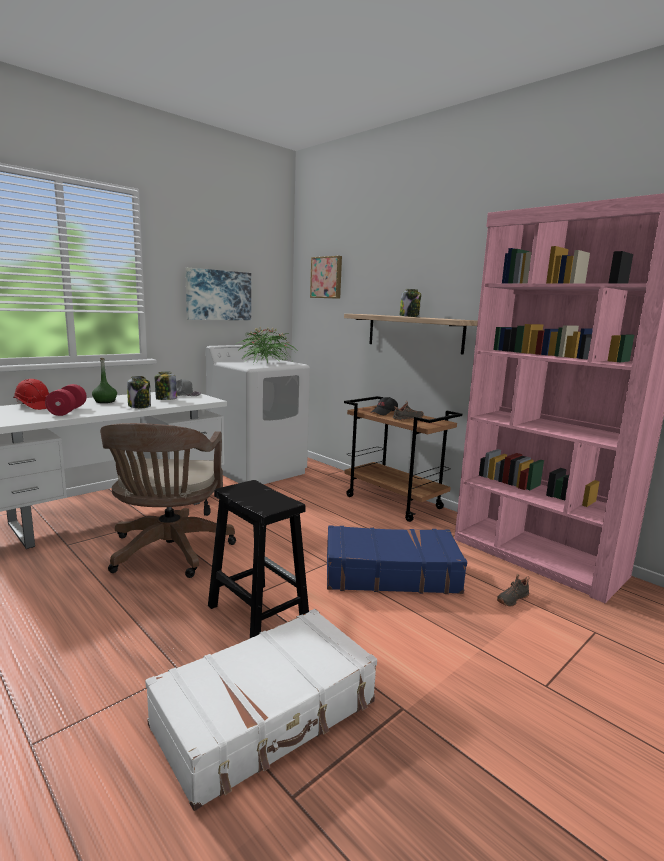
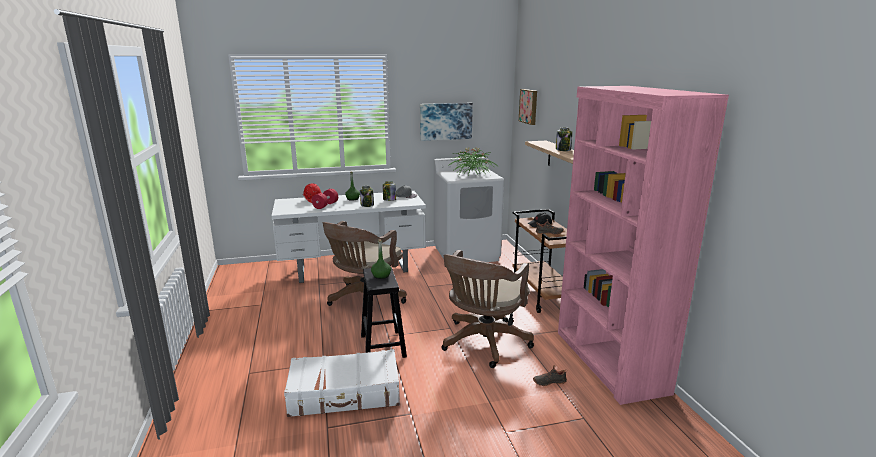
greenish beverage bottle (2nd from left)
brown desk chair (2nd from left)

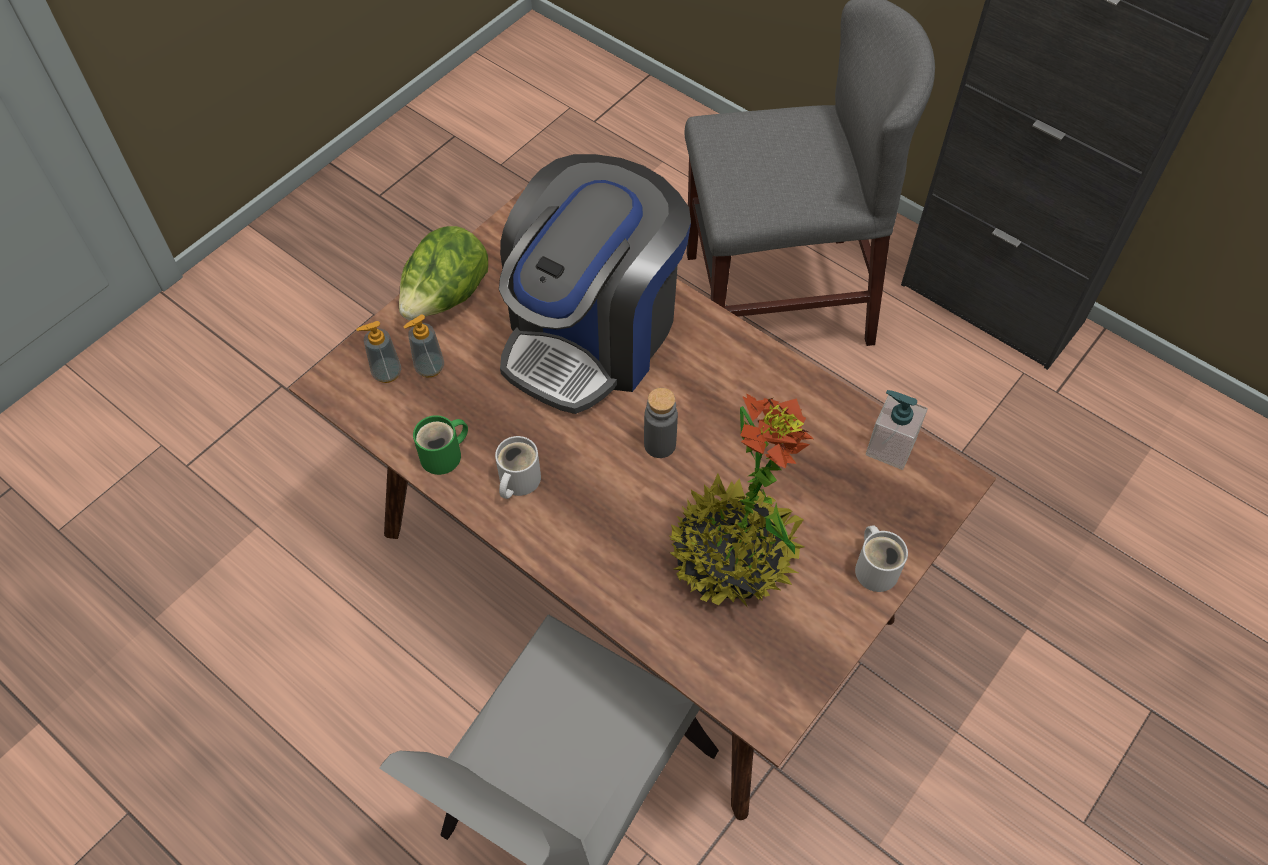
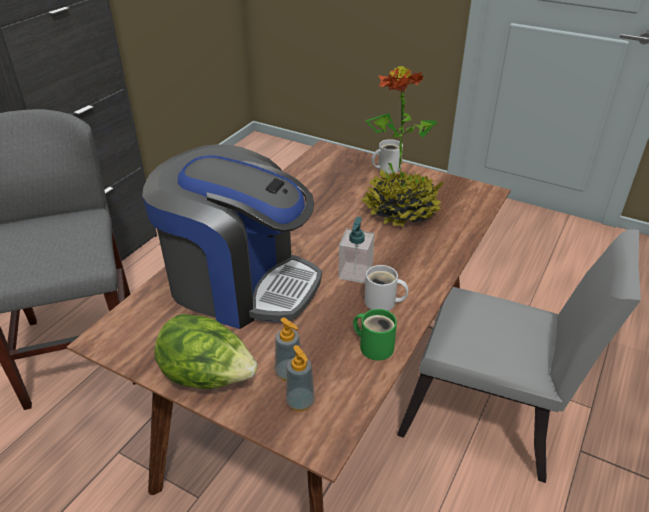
grey beverage bottle
soap dispenser (3rd from left)

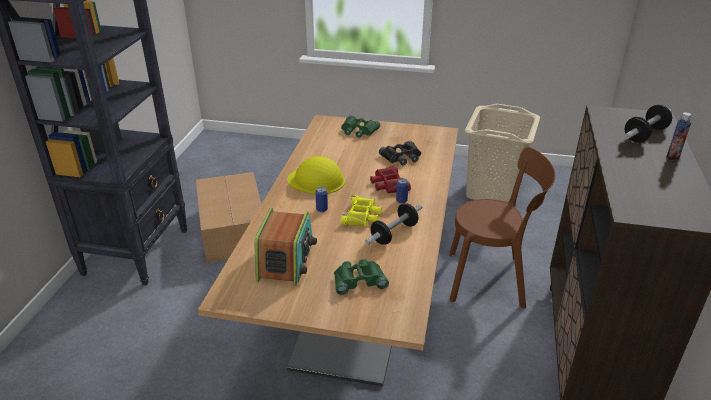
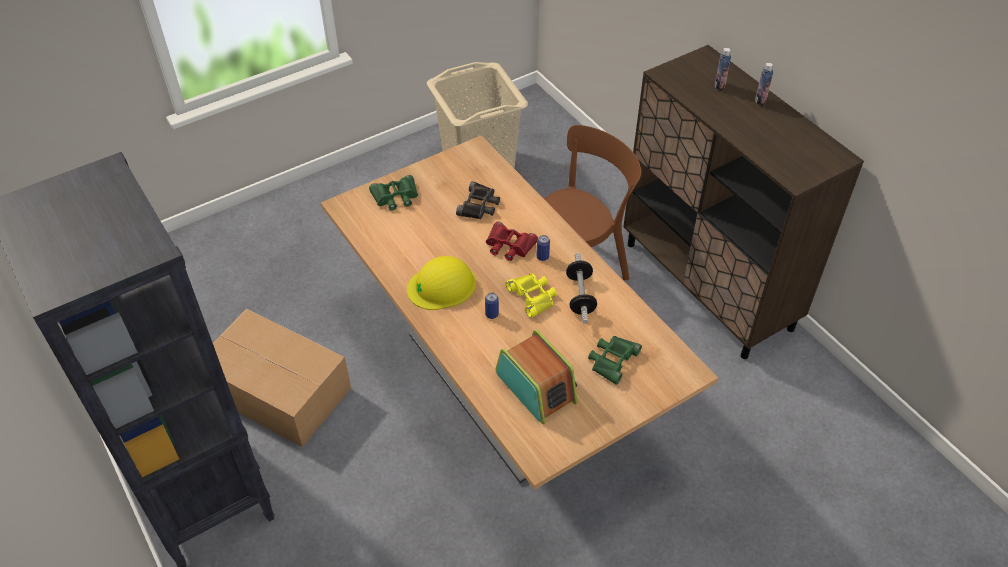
beverage bottle (1st from left)

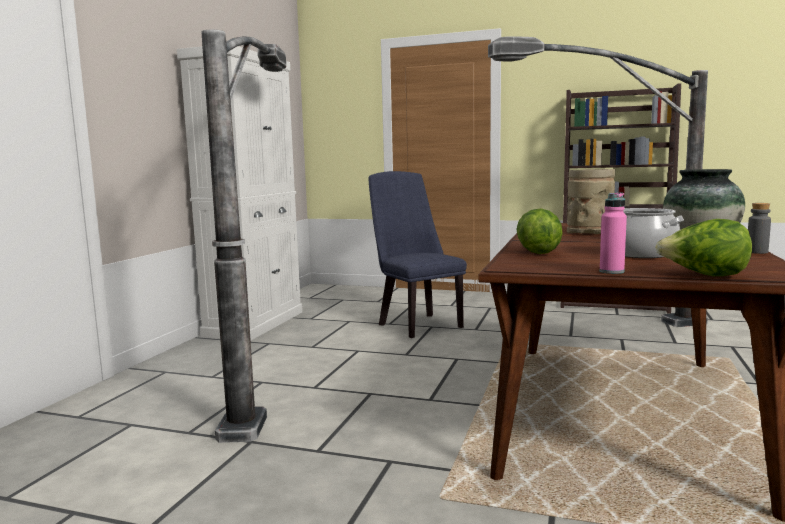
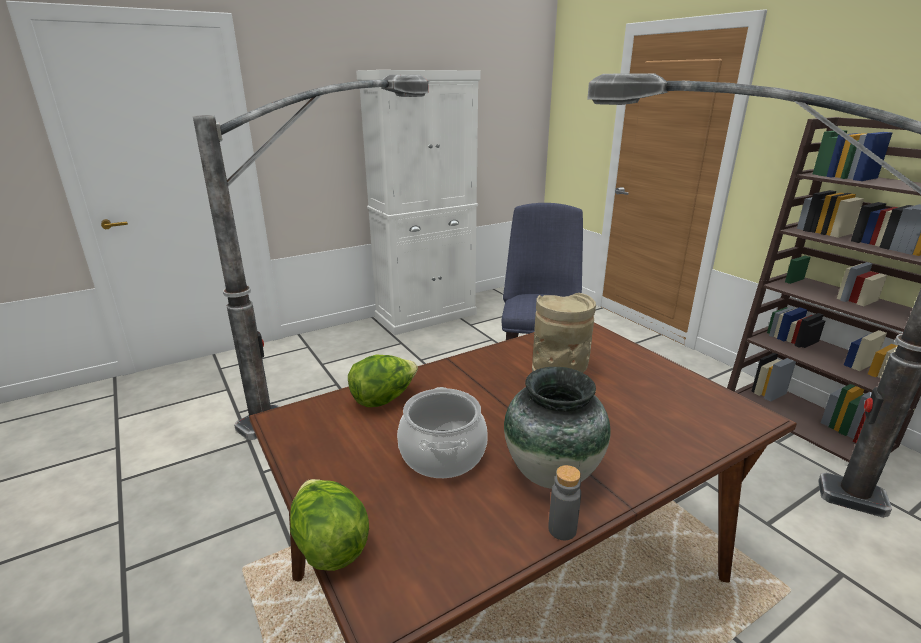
pinkish beverage bottle

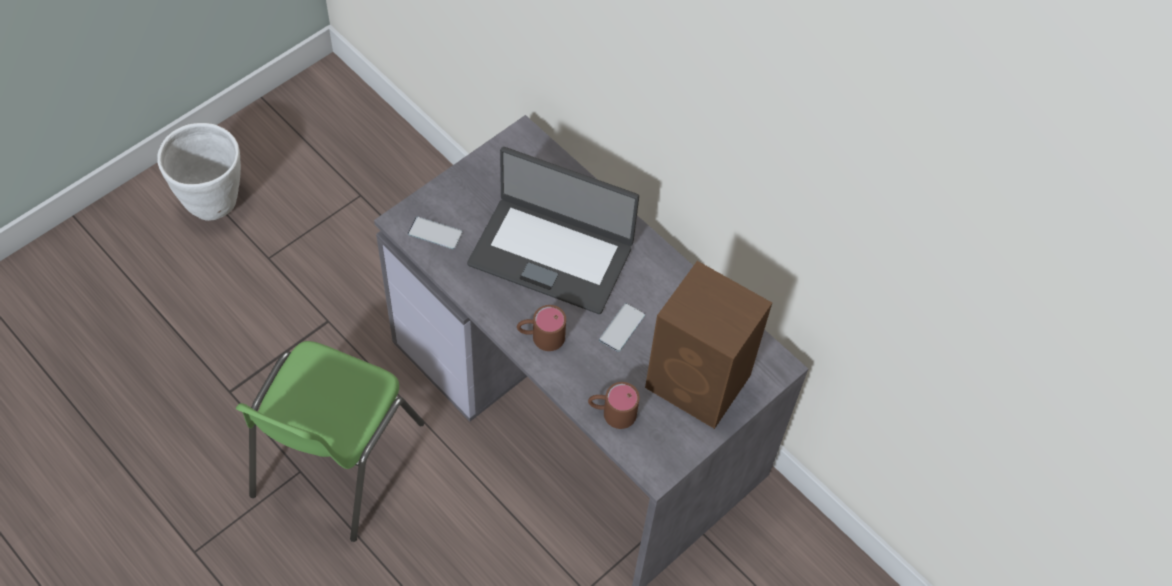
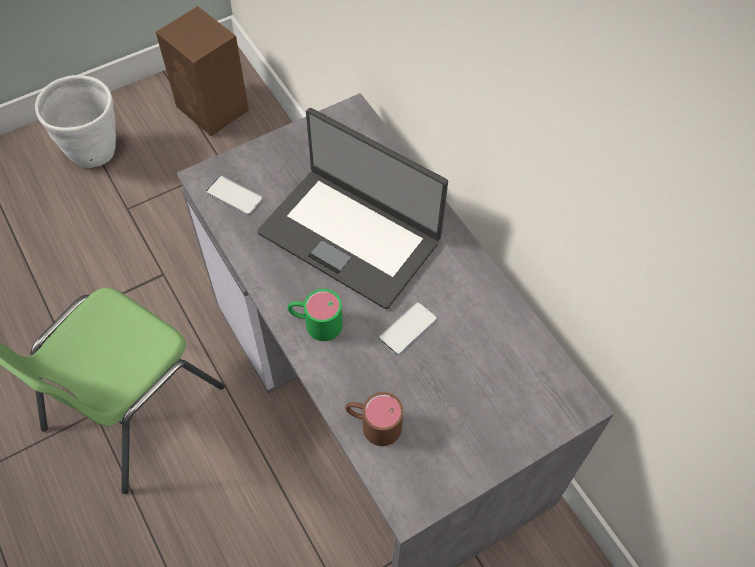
brown speaker
greenish mug

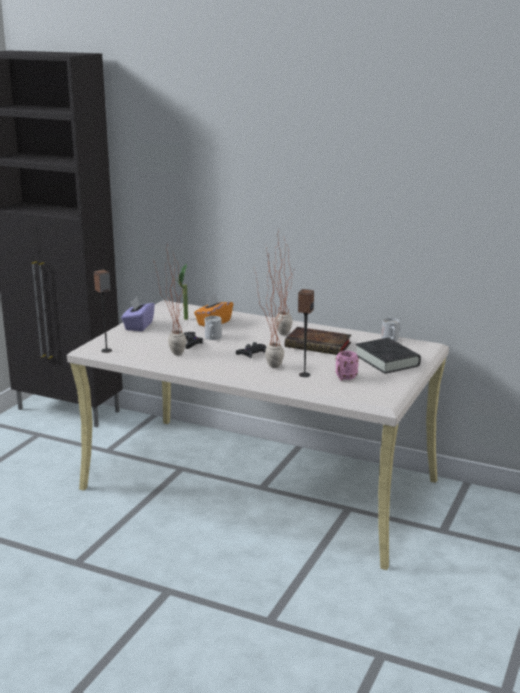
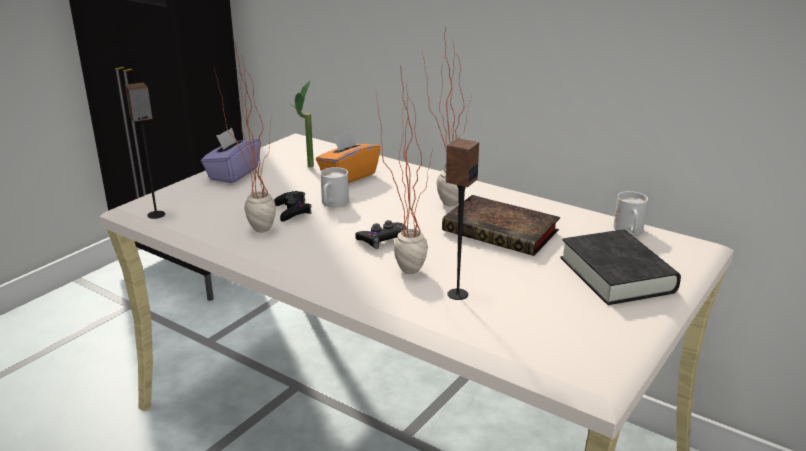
pinkish mug

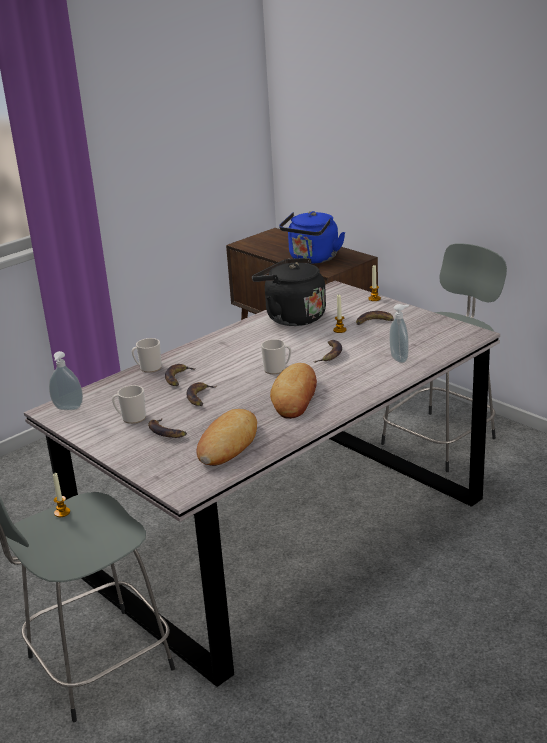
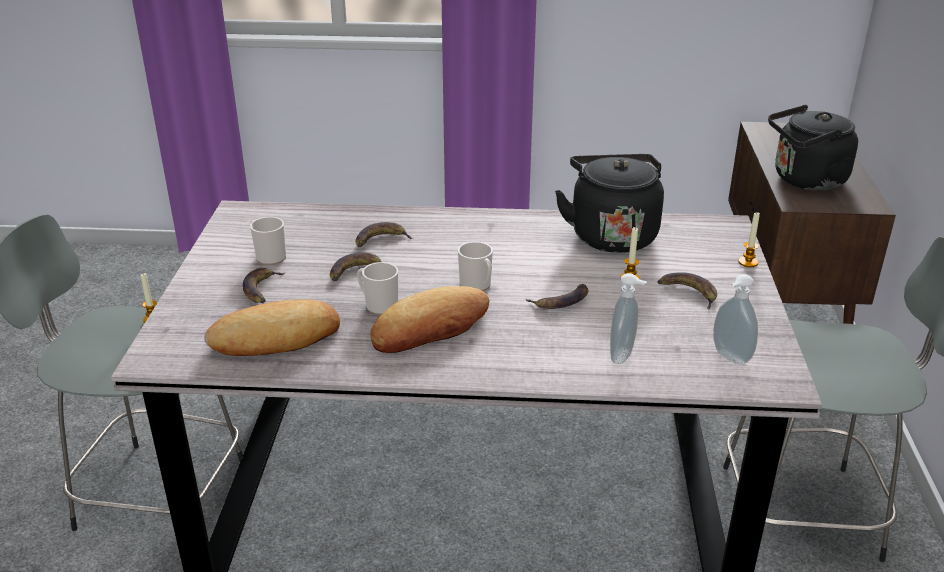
soap dispenser (2nd from left)
mug (2nd from left)
blackish kettle (2nd from left)

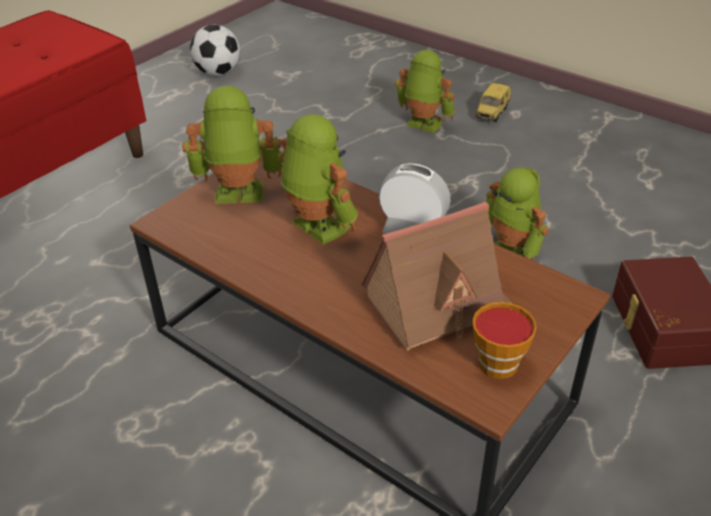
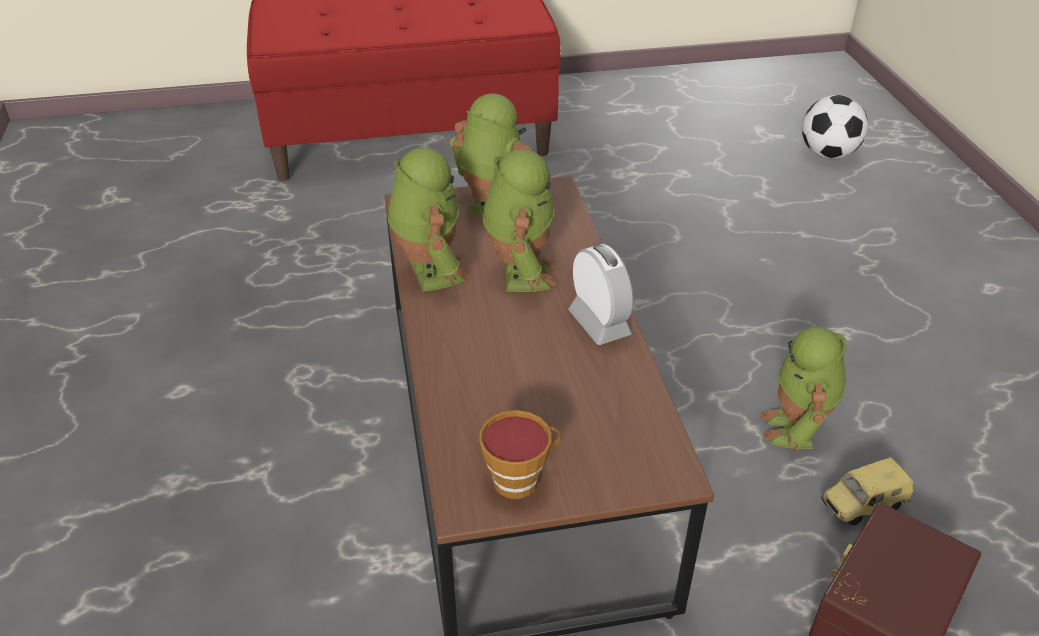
model house
ball for football
robot figure (1st from left)
toy car

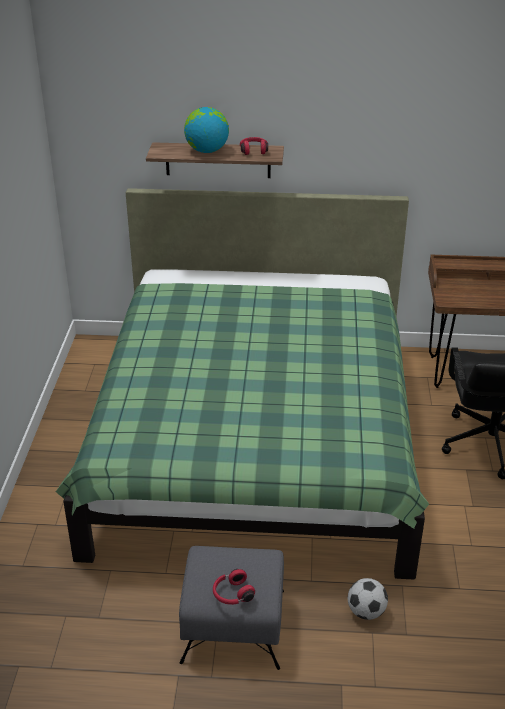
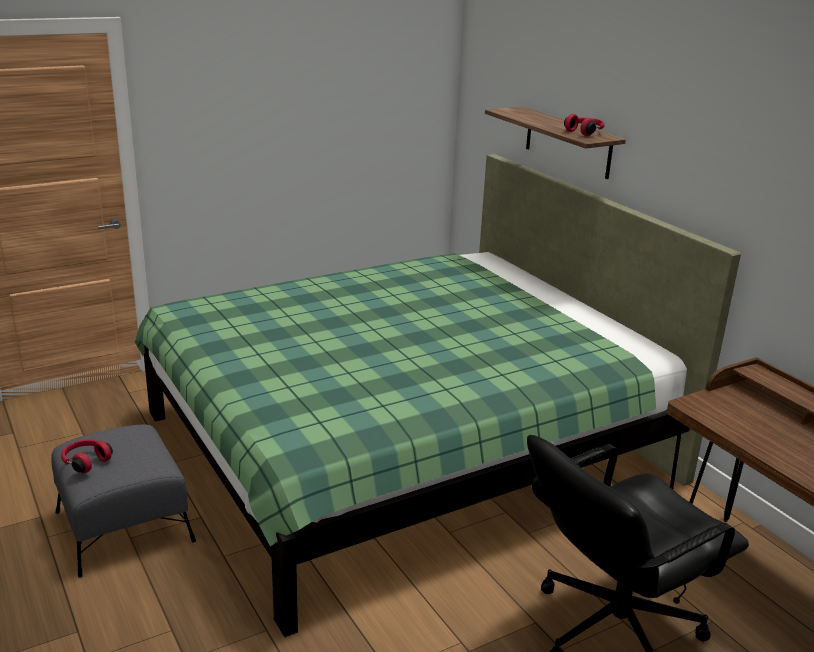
world globe
ball for football

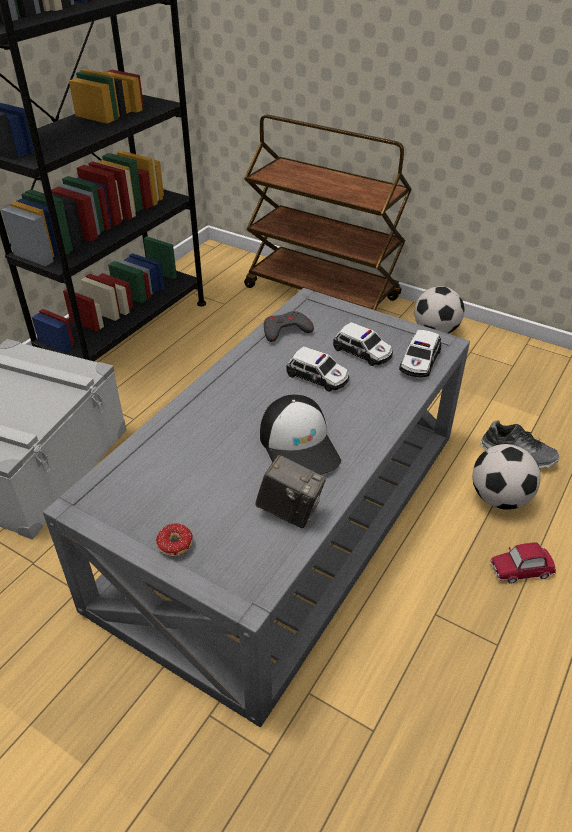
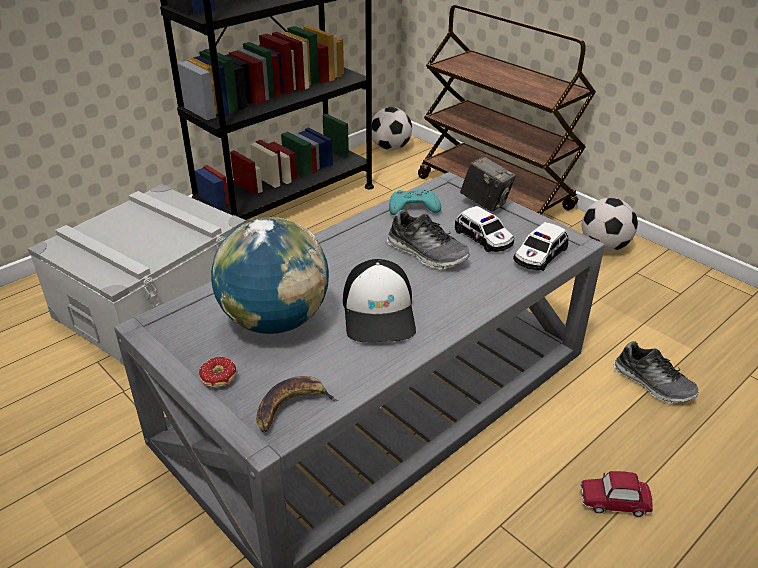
world globe
banana
still camera
ball for football (1st from left)
item of footwear (1st from left)
turquoise joypad

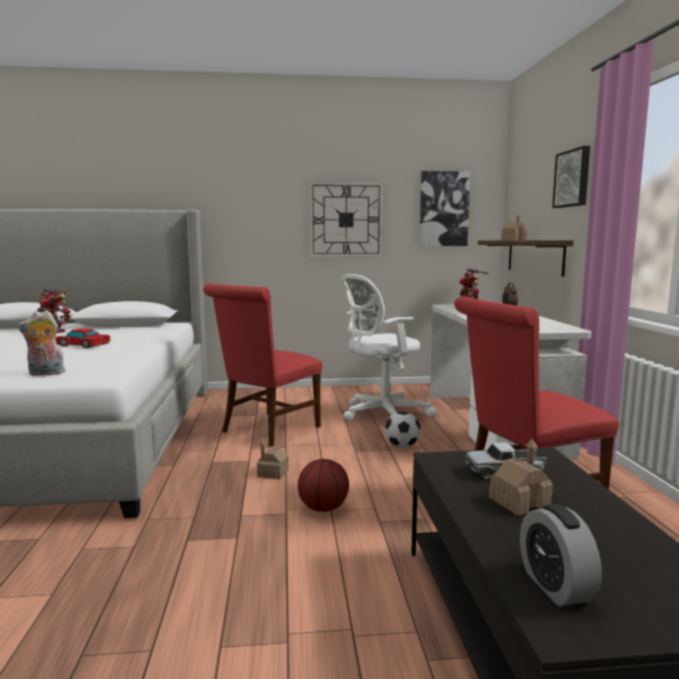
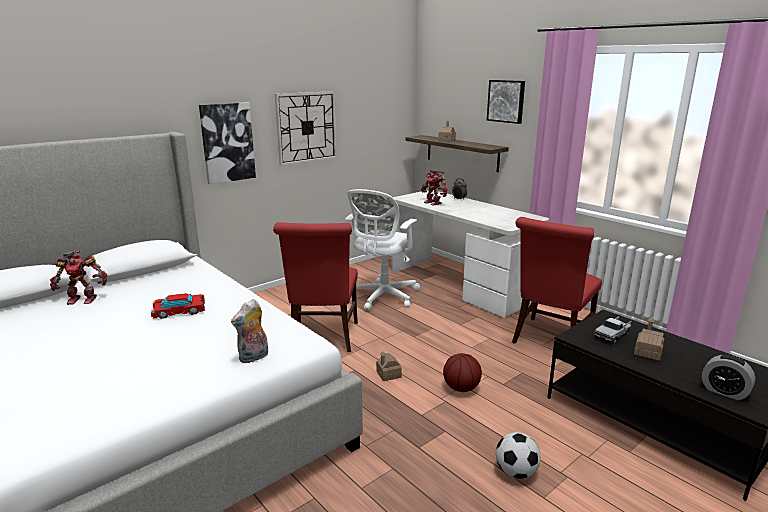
ball for football
picture (1st from left)

